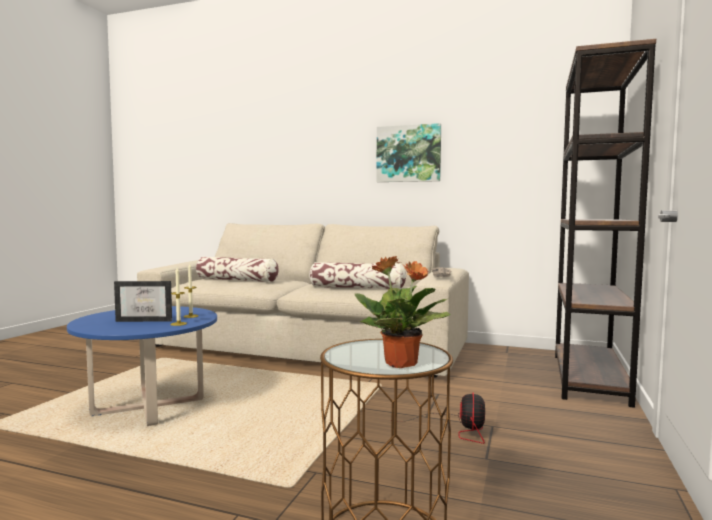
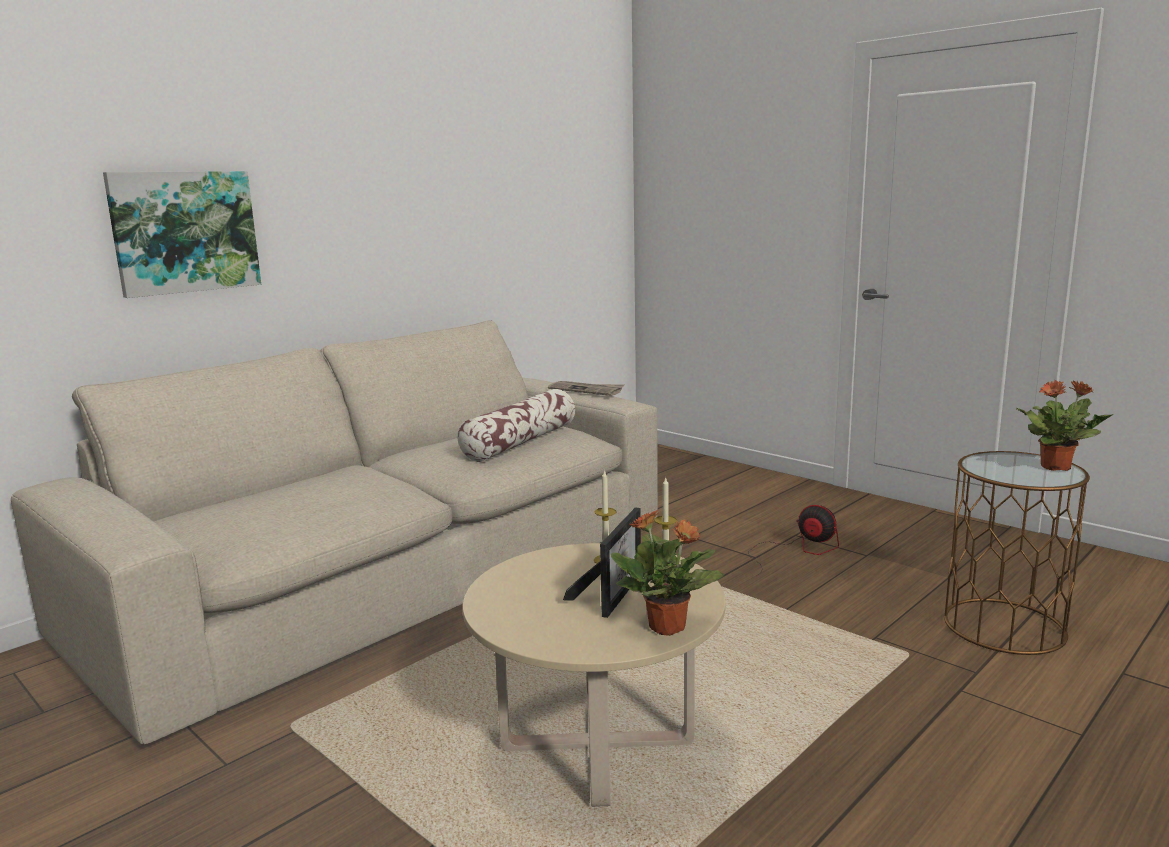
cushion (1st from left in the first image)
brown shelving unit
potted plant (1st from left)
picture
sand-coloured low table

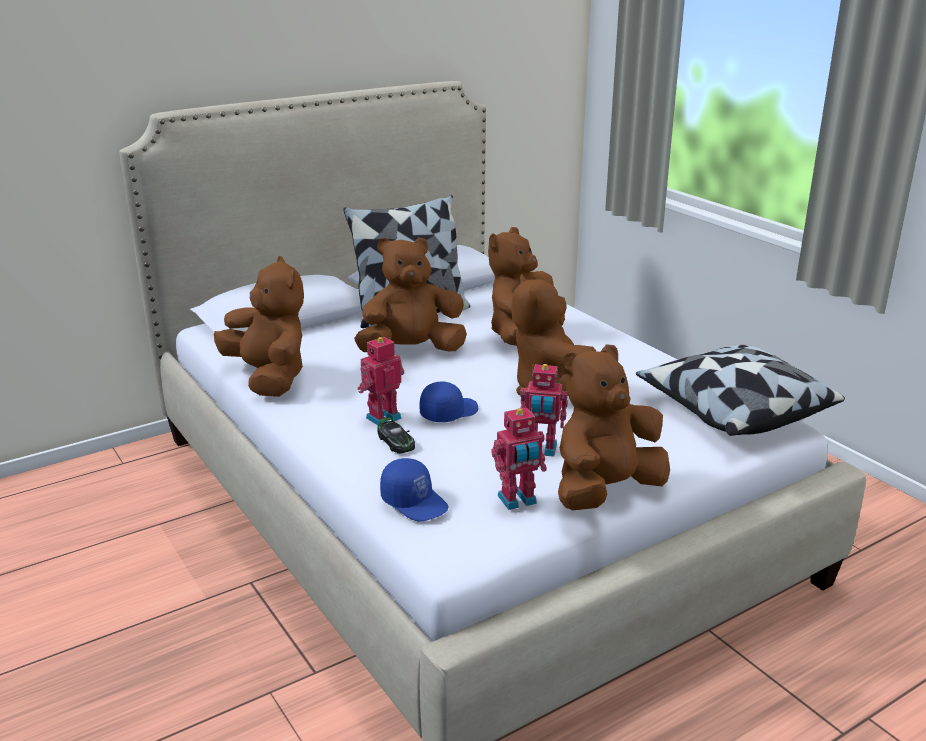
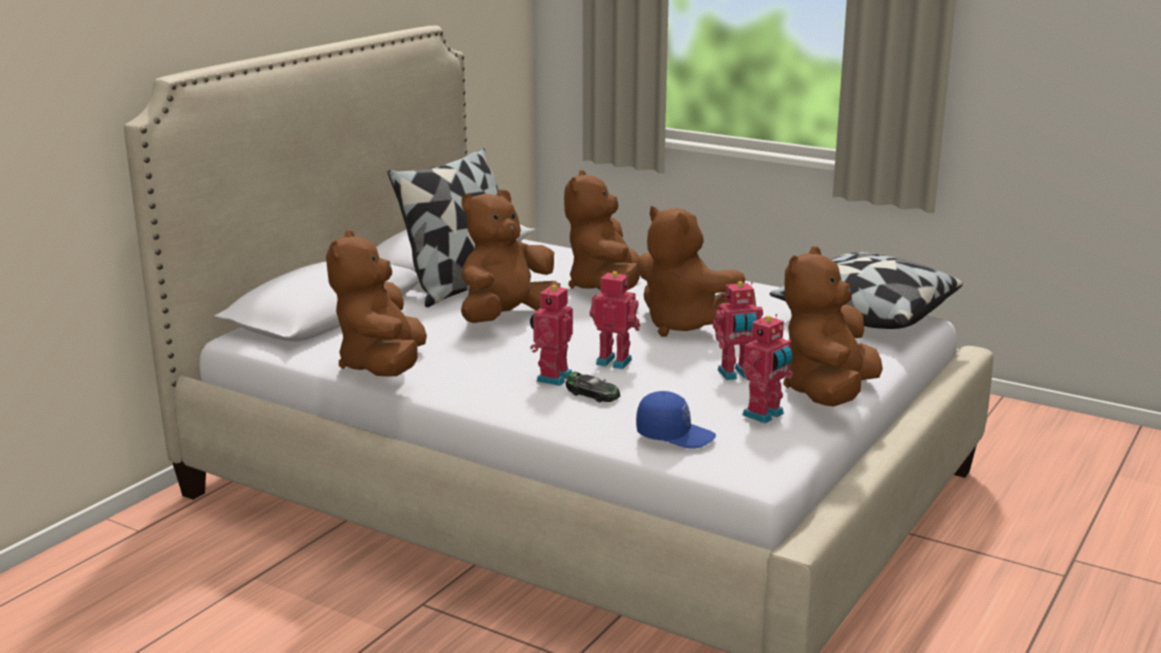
robot figure (2nd from left)
brown cuddly toy (1st from left)

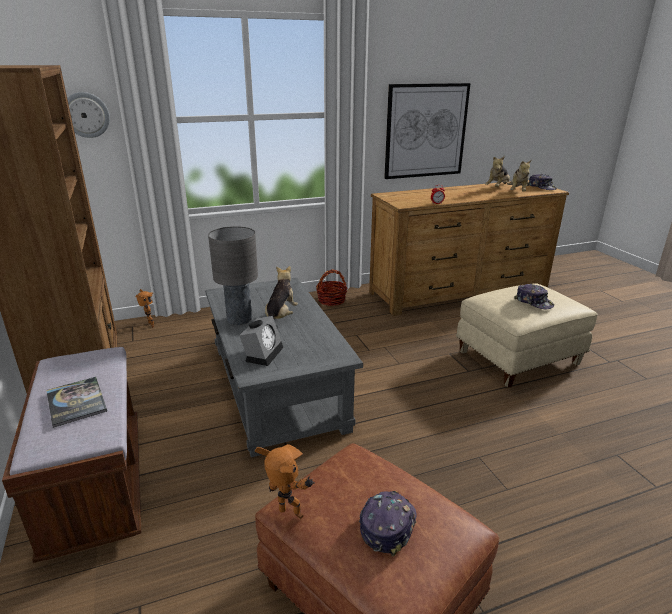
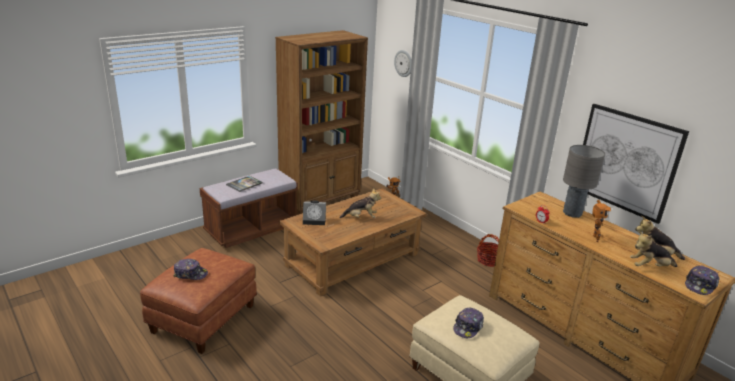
grey tabletop lamp
robot figure (2nd from left)
brown low table

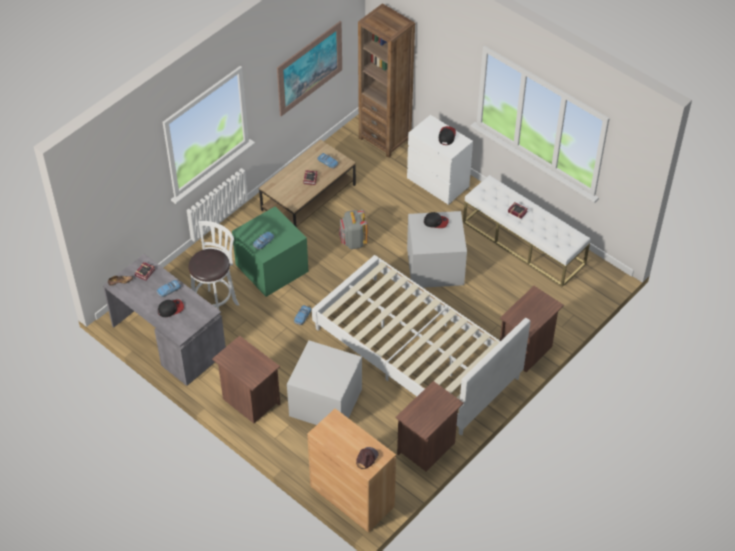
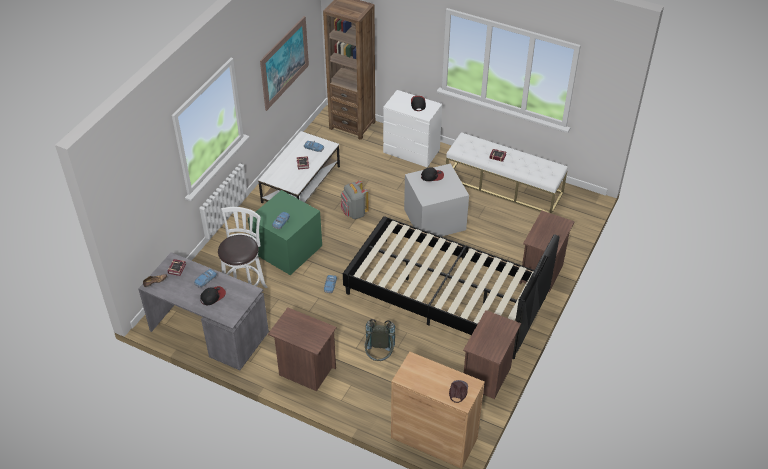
grey rucksack (2nd from left)
white-coloured low table
blackish bedroom bed

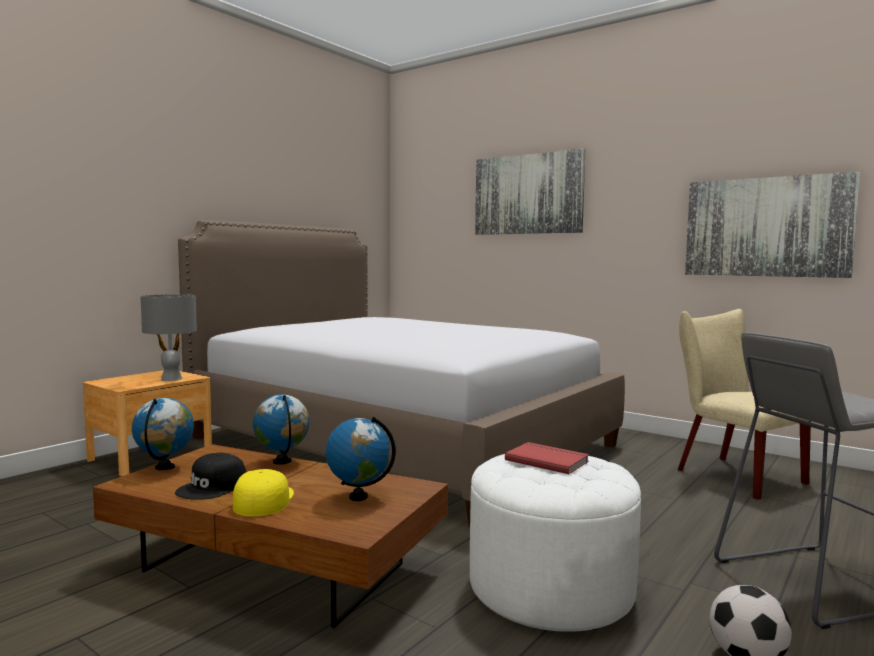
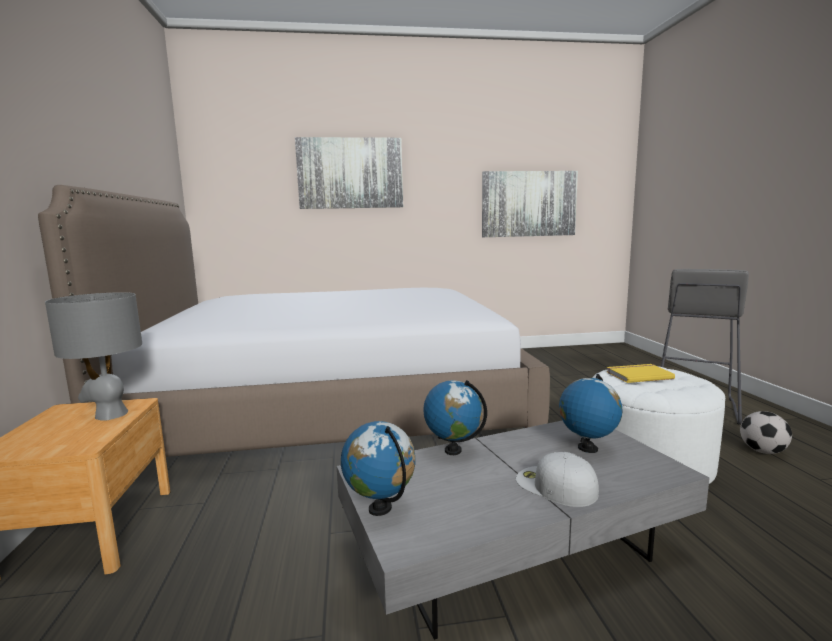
blackish baseball cap
sand-coloured chair
grey low table
white-coloured baseball cap
yellow-coloured book

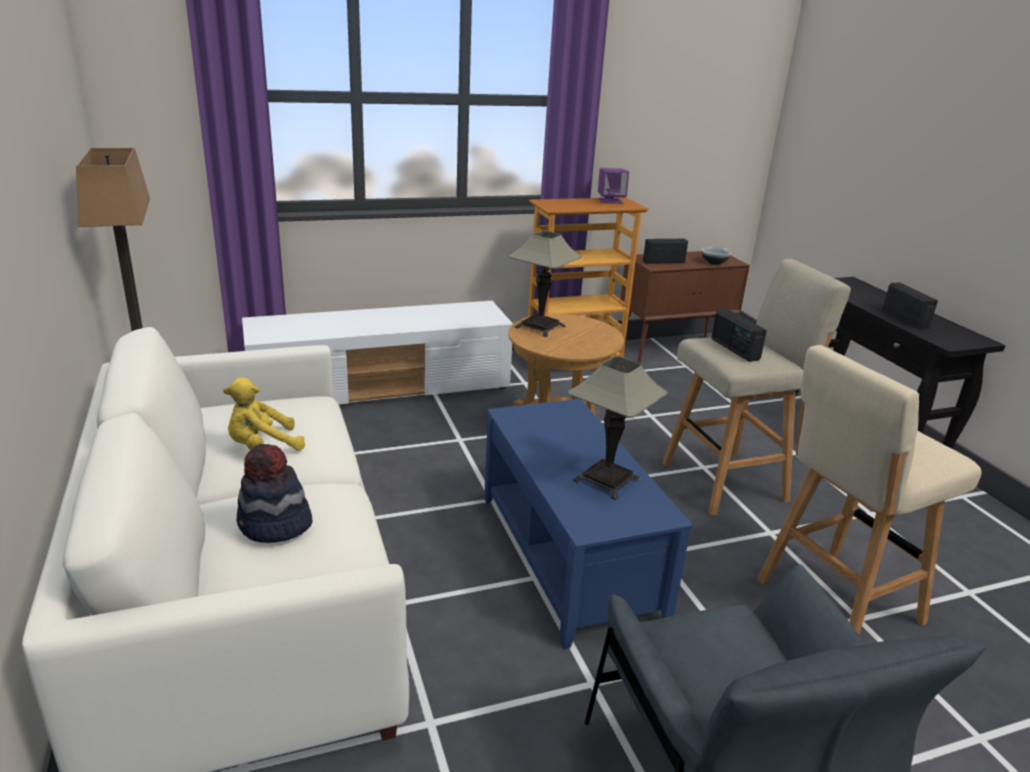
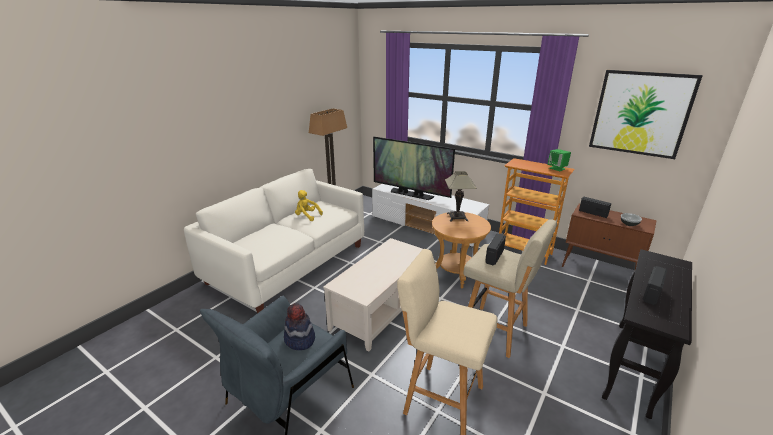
tabletop lamp (2nd from left in the first image)
television
picture
wearable hat
sand-coloured low table
greenish speaker

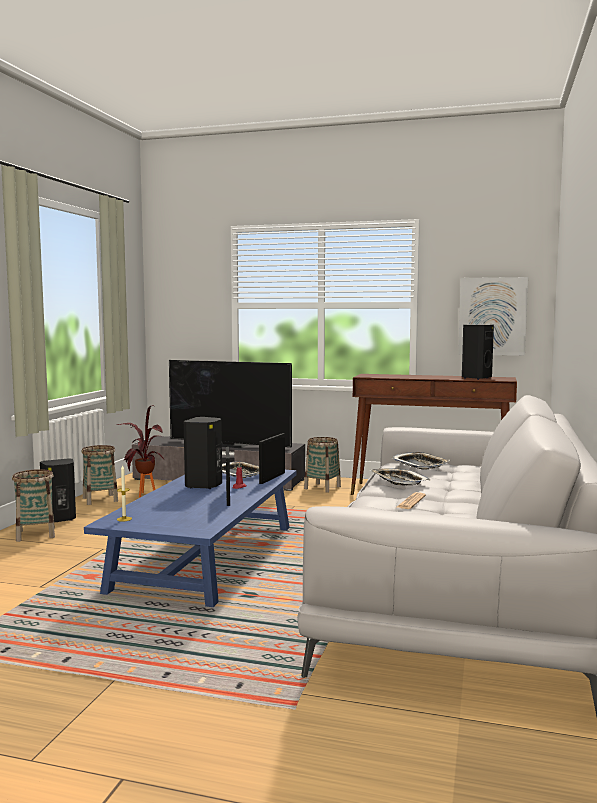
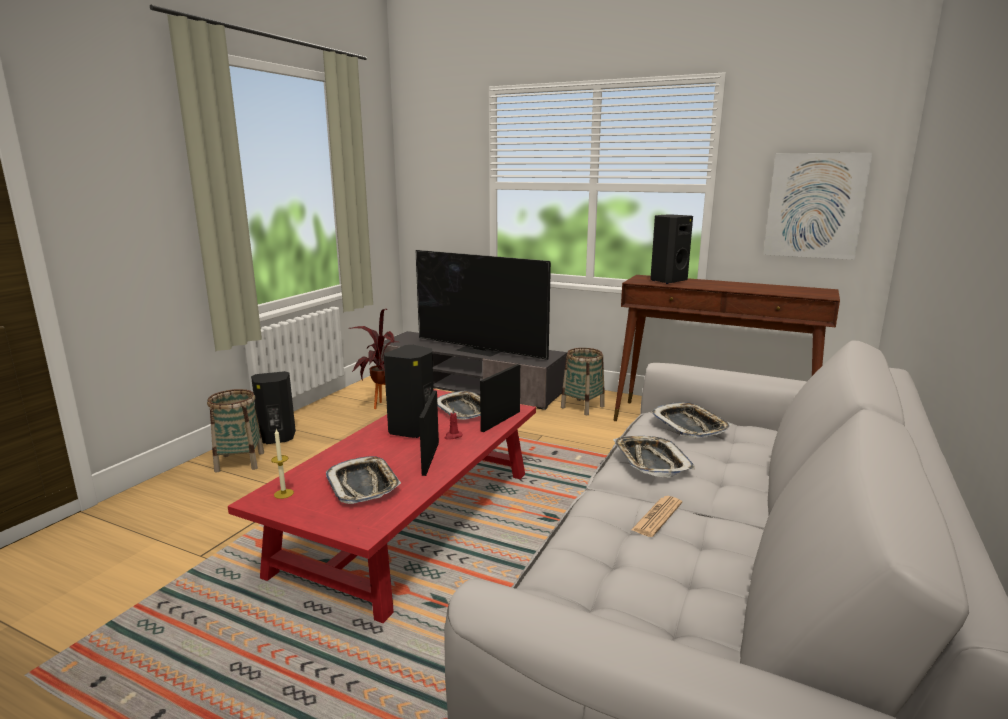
storage basket (2nd from left in the first image)
serving tray (1st from left)
blackish speaker (3rd from left)
reddish low table

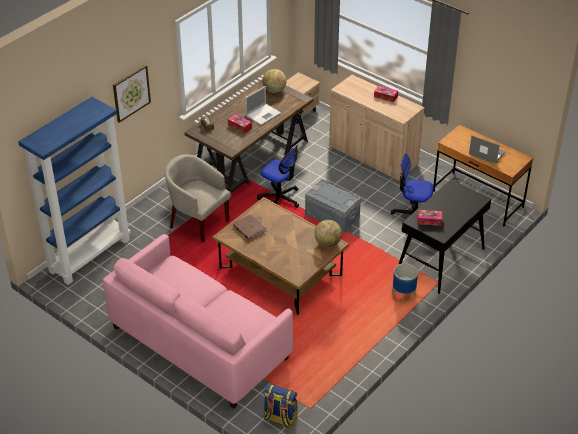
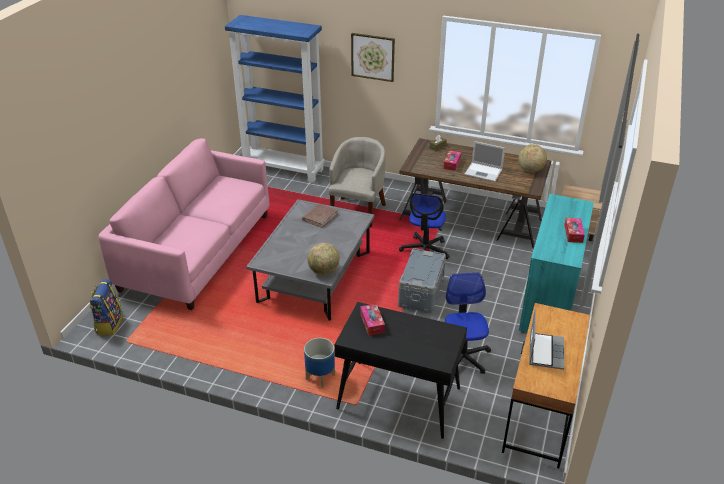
grey low table
turquoise cabinet

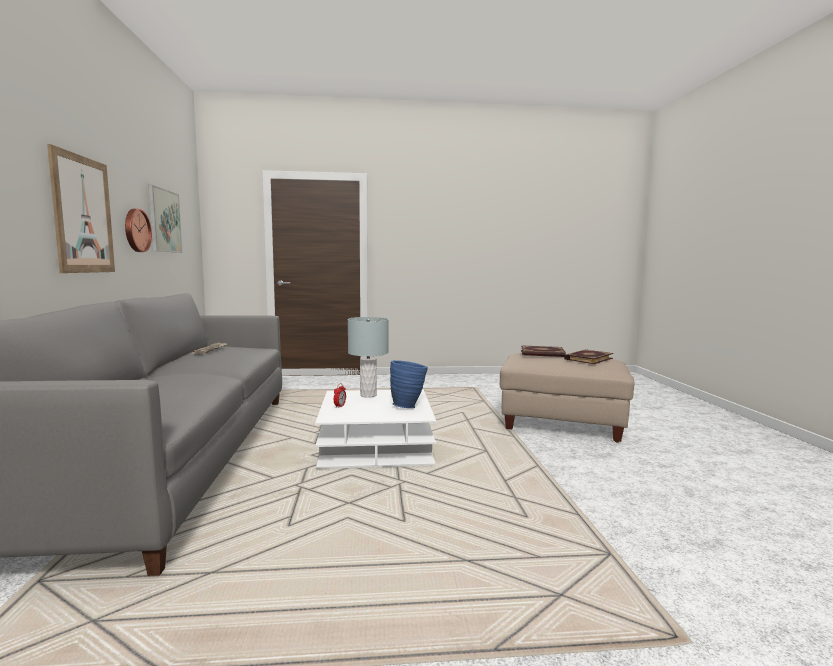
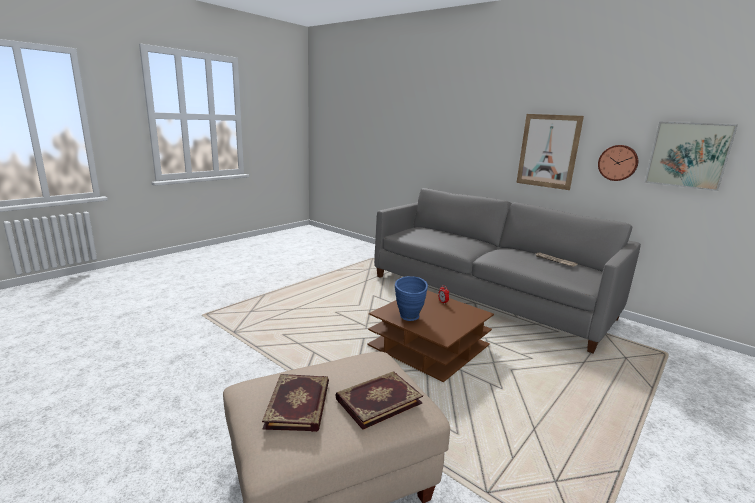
grey tabletop lamp
brown low table

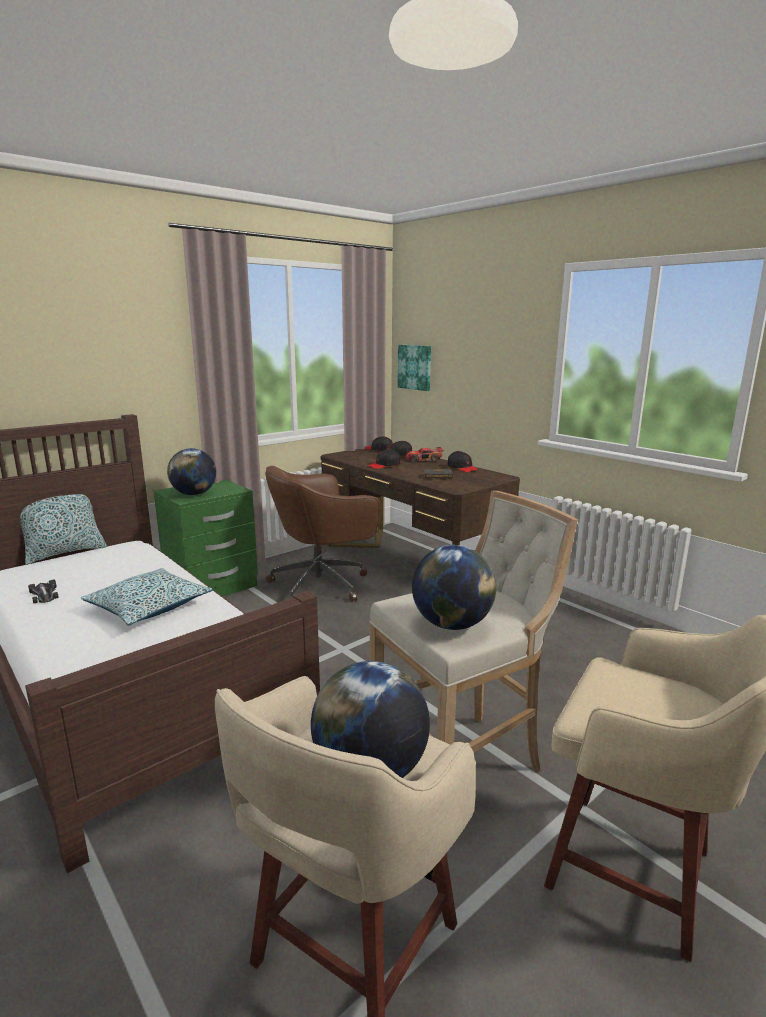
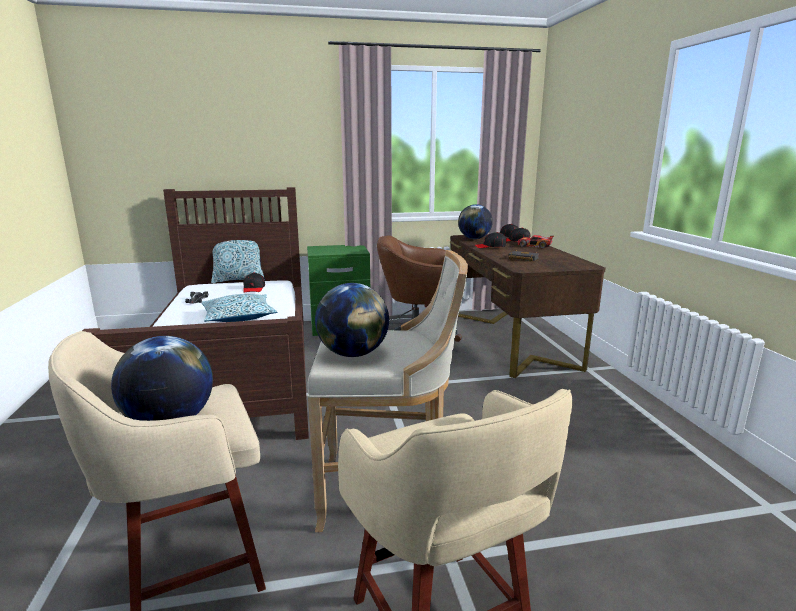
picture
world globe (3rd from left)
blackish baseball cap (1st from left)

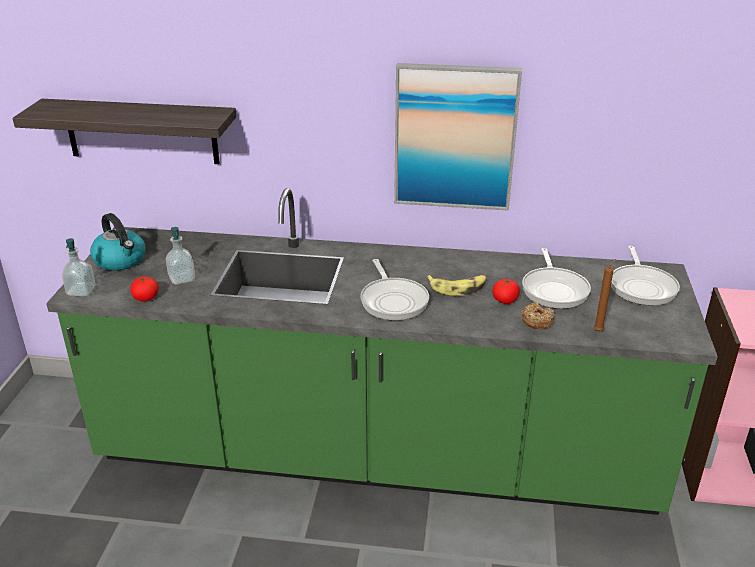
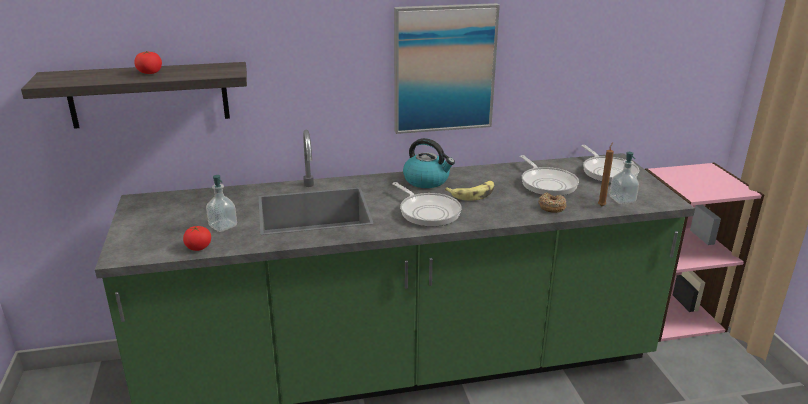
soap dispenser (2nd from left)
kettle
tomato (1st from left)

